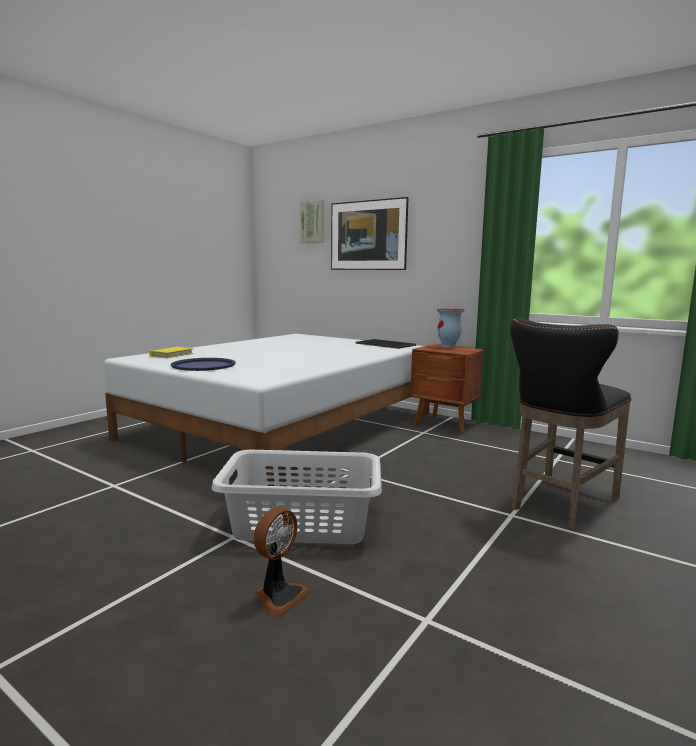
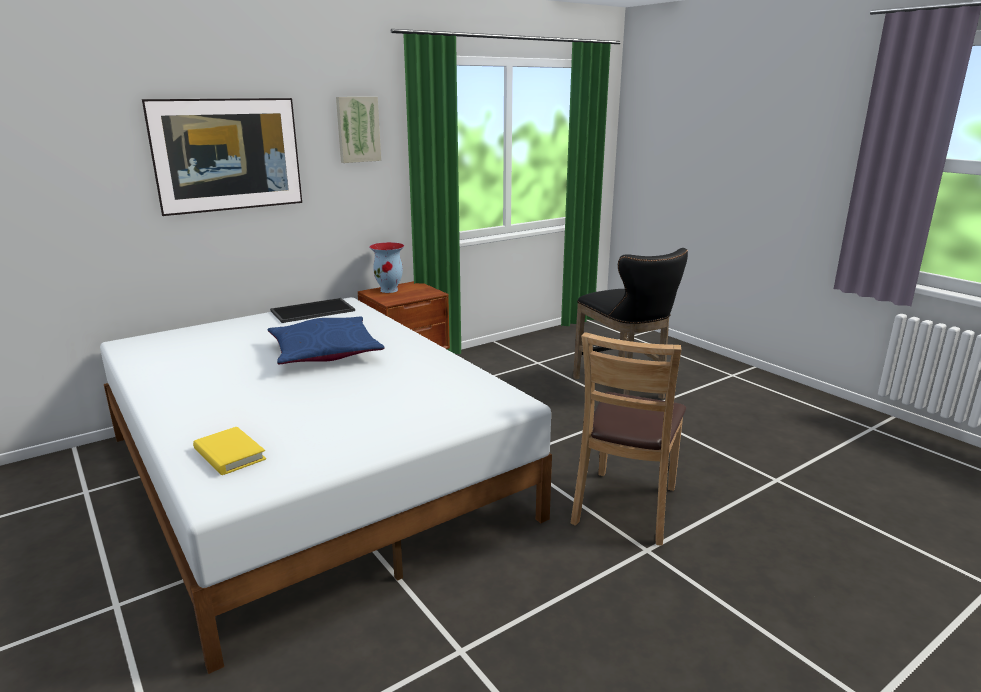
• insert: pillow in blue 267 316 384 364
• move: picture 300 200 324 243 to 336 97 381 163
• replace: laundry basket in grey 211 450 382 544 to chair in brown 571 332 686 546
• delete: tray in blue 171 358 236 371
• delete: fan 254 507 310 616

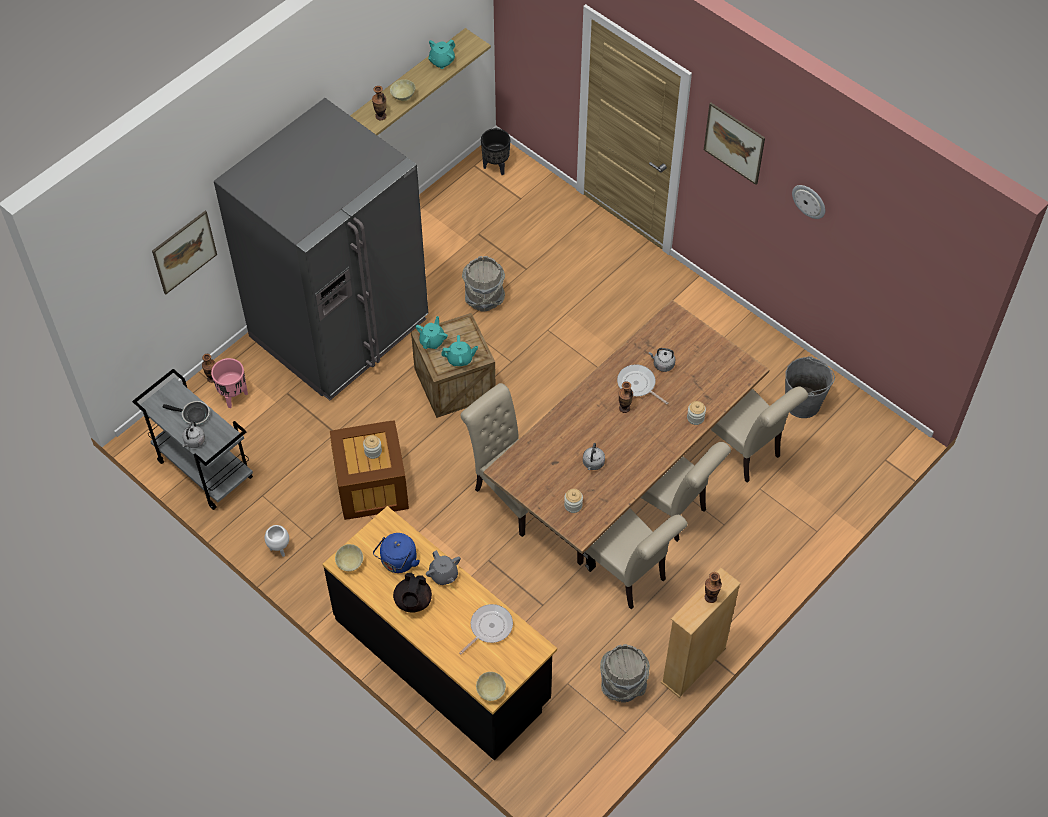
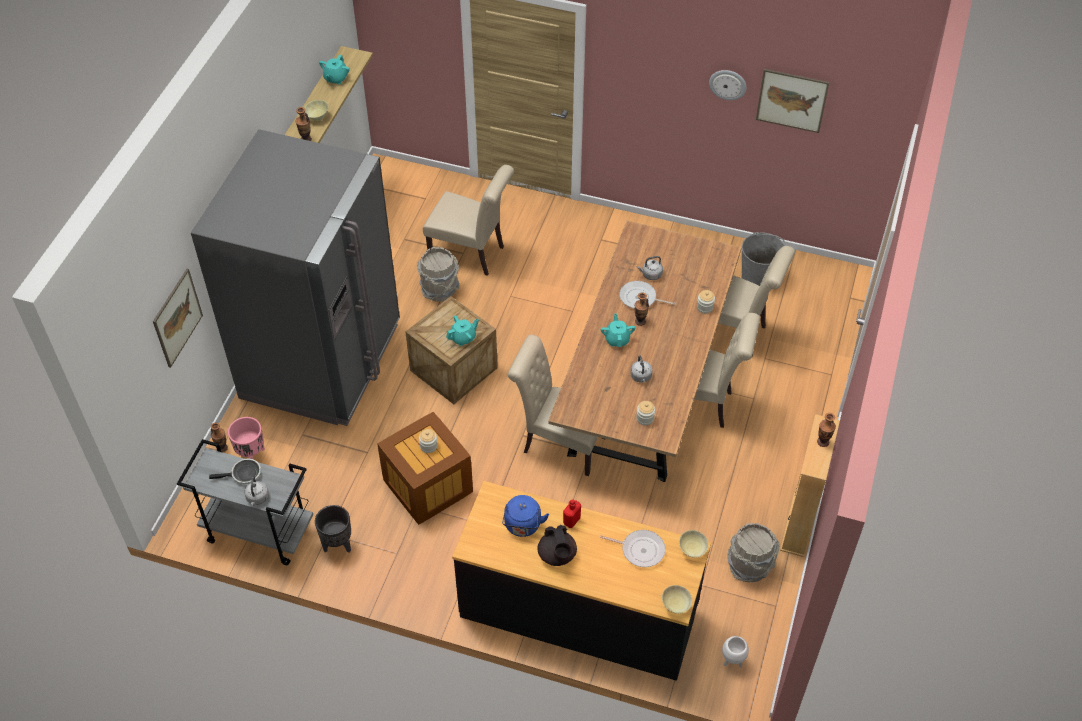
• move: planter in black 481 128 510 175 to 315 505 351 553
• move: chair in beige 577 508 688 609 to 423 165 514 276
• replace: teapot in grey 426 550 461 585 to bottle in red 563 499 581 528
• rotate: frying pan 459 604 513 654 = 600 530 665 567 90 degrees clockwise
• move: teapot in turquoise 416 316 448 349 to 601 313 636 347
• move: bowl in beige 335 544 363 571 to 679 530 708 558
• move: planter in white 265 525 289 557 to 722 636 749 667
• move: picture 704 103 765 185 to 756 69 829 133

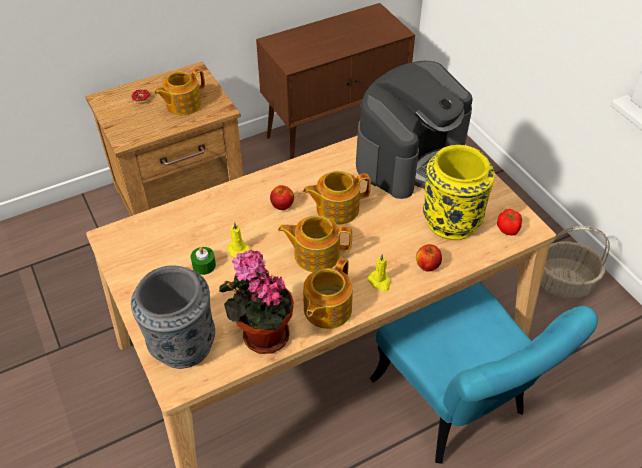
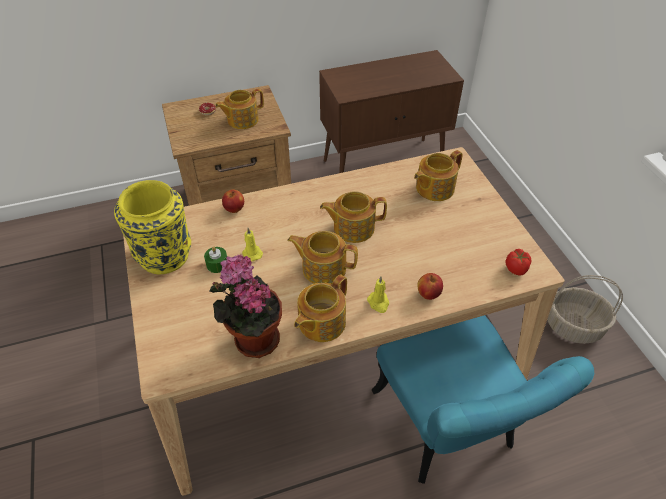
• move: vase in yellow 423 145 495 240 to 114 180 191 275
• move: apple 270 185 294 210 to 222 190 244 213
• replace: coffee machine 356 61 472 199 to teapot 414 150 463 201
• delete: vase in grey 131 265 215 369

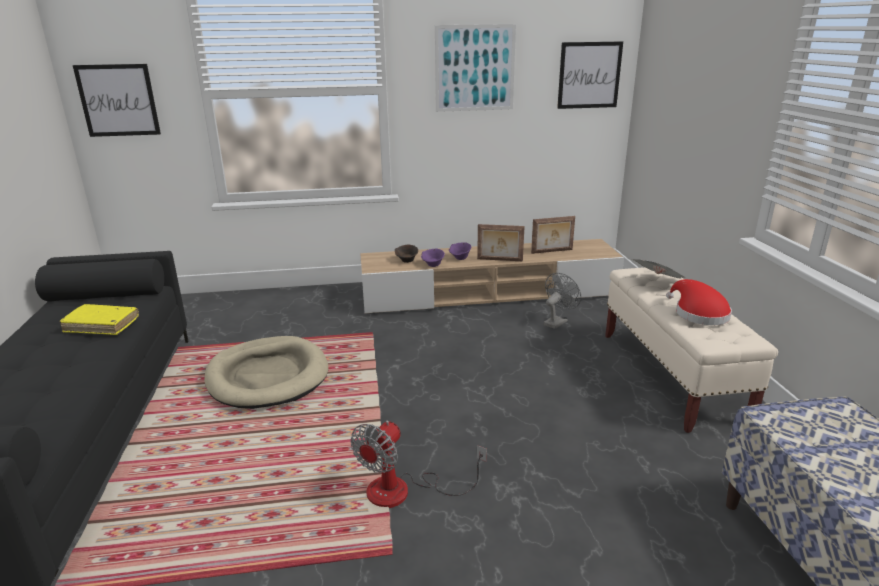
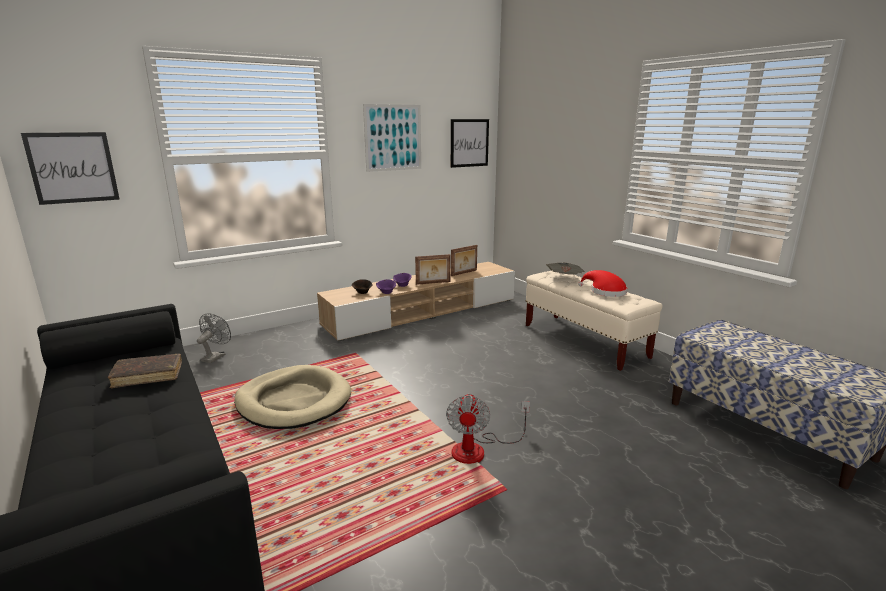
• recolor: book in yellow 59 304 139 335 to book in brown 108 354 182 388
• move: fan in grey 543 273 581 329 to 197 313 231 363

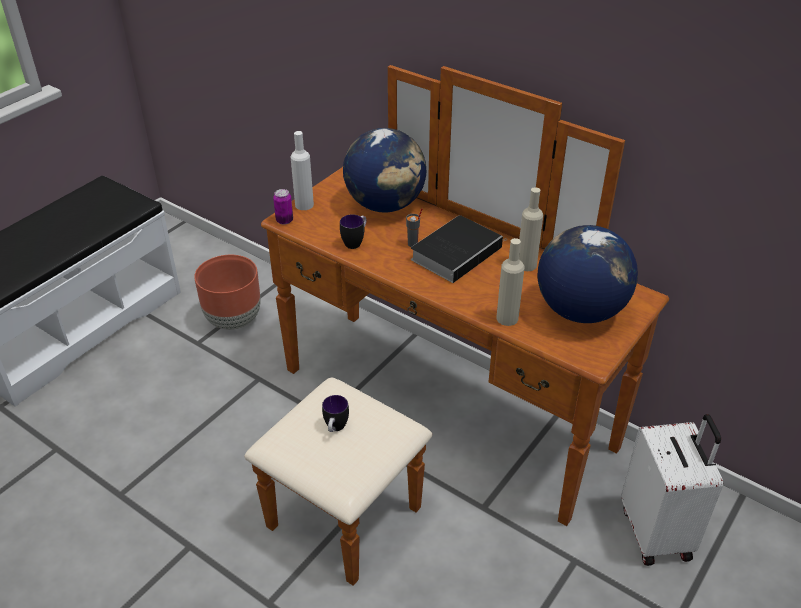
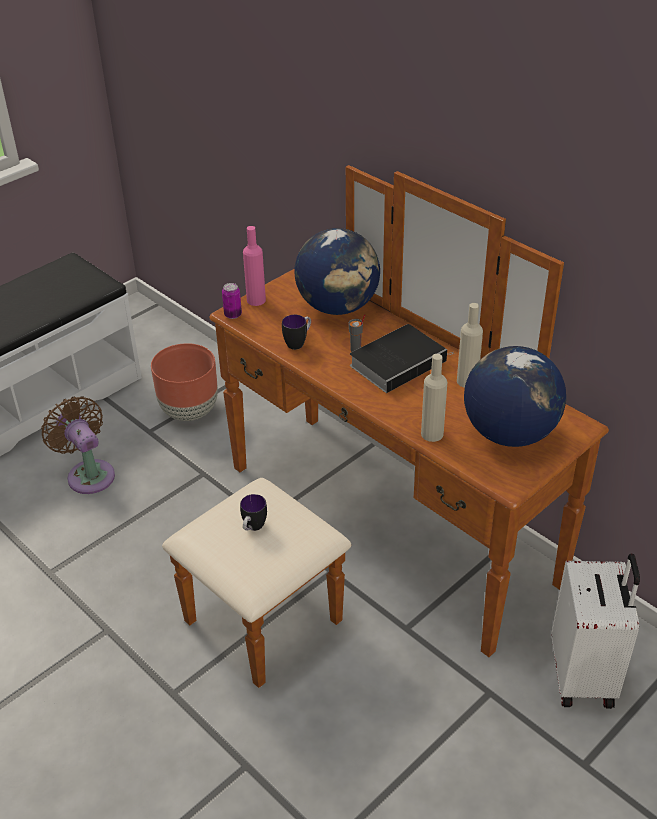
• insert: fan in brown 41 396 115 494
• recolor: bottle in white 291 131 314 210 to bottle in pink 243 226 266 306

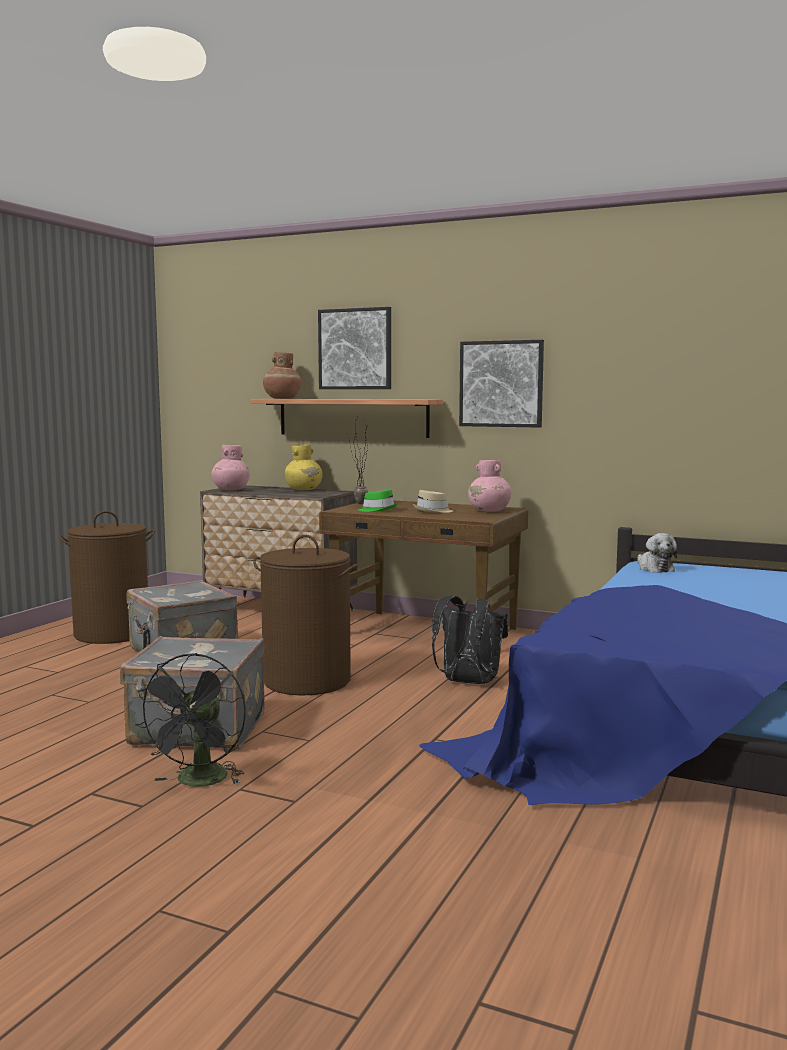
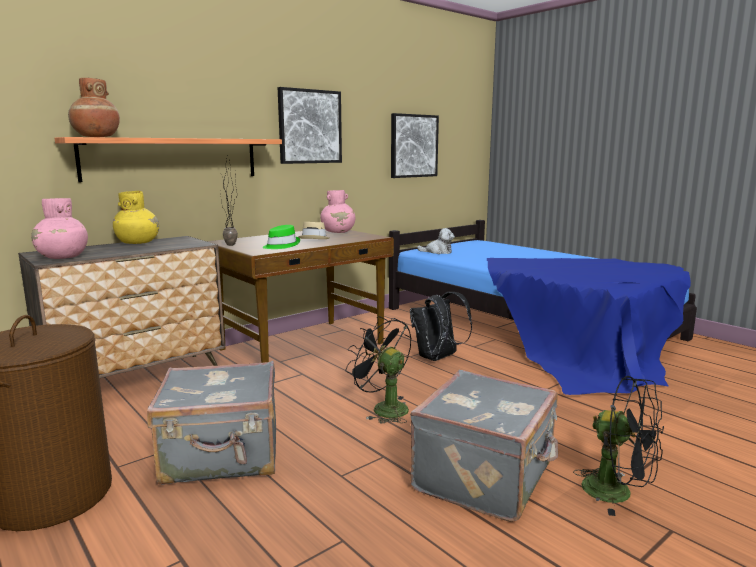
• replace: laundry basket in brown 253 535 358 695 to fan in black 345 316 412 424
• move: picture 318 307 391 389 to 391 113 439 178

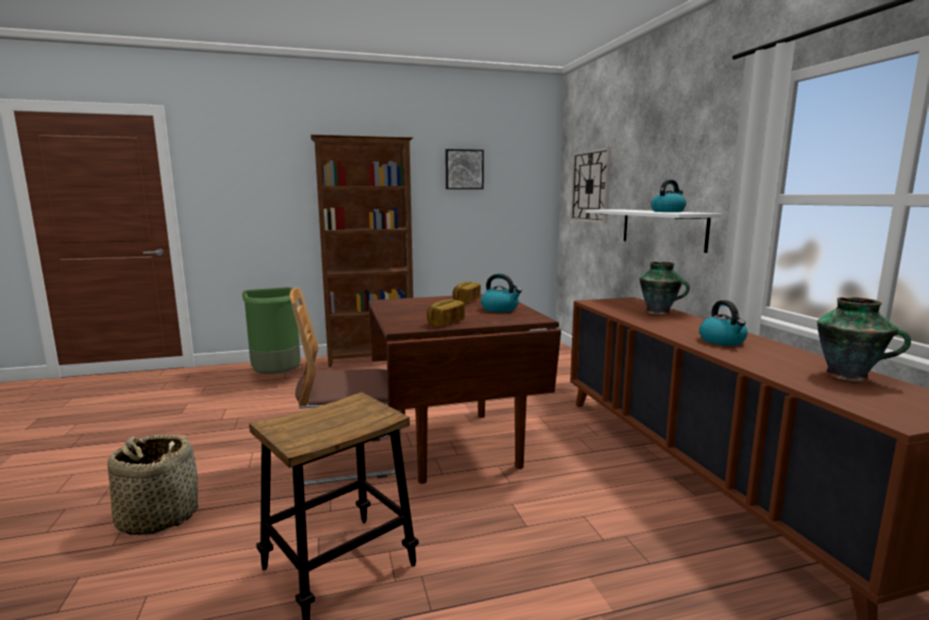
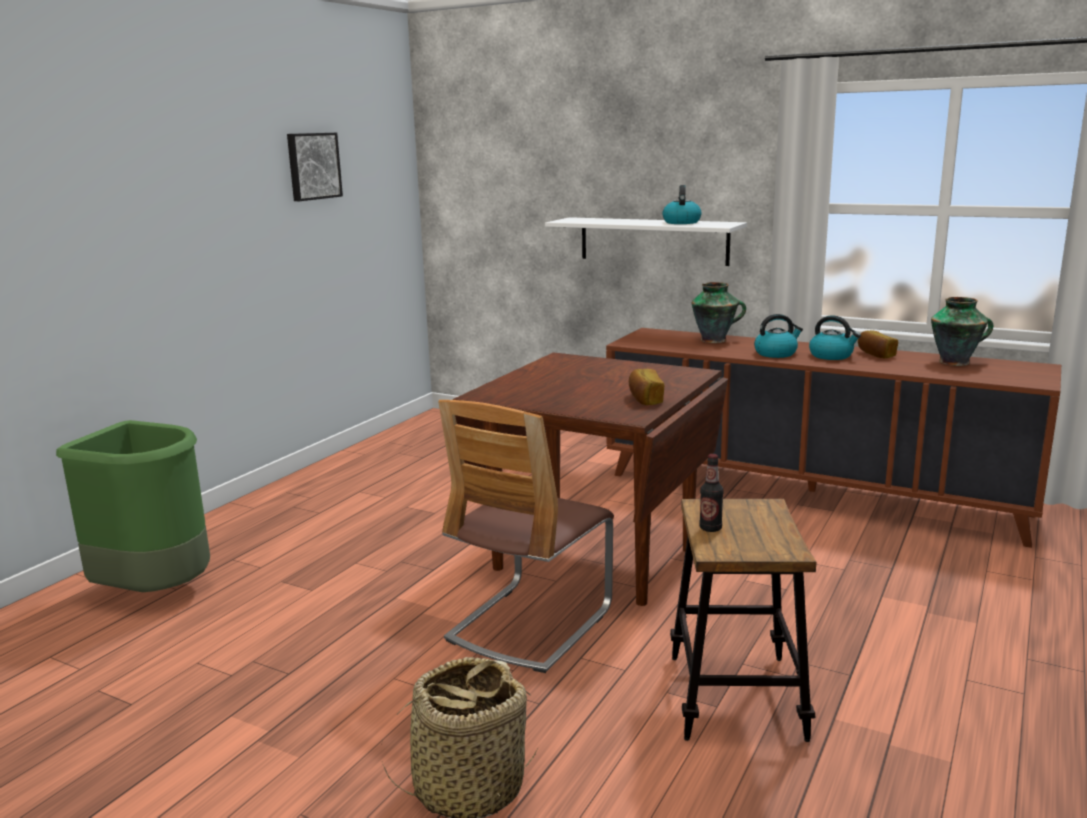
• insert: bottle 699 454 723 532
• move: kettle 481 274 522 312 to 754 314 803 358
• move: bread 453 282 481 303 to 858 330 898 358
• delete: bookcase in brown 311 135 413 367
• delete: wall clock 570 147 611 224

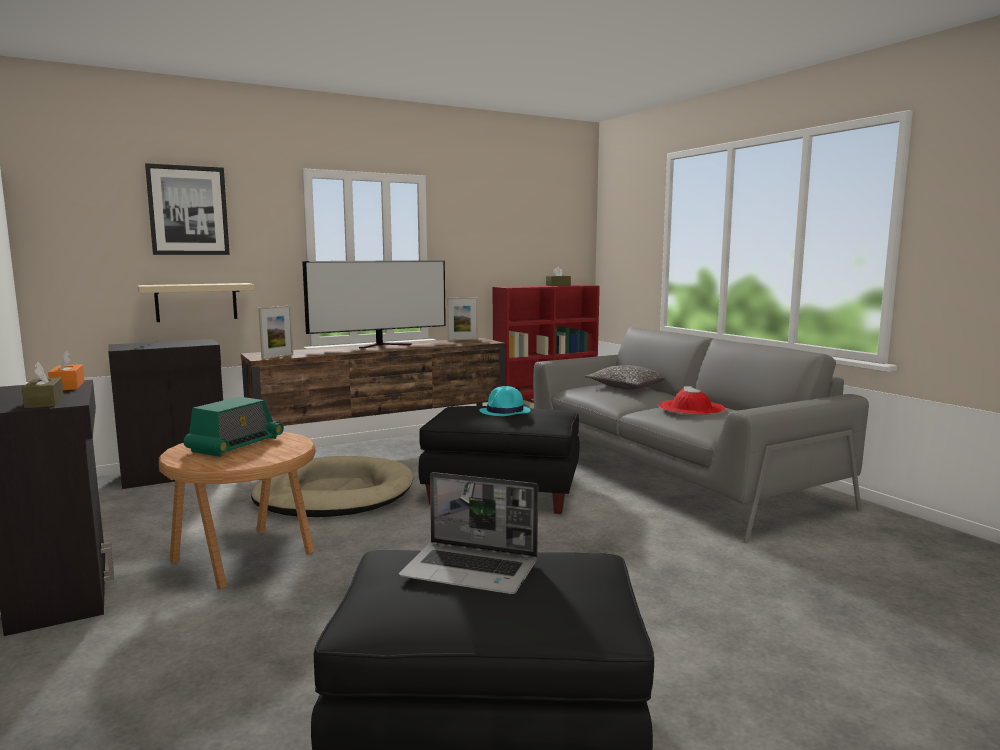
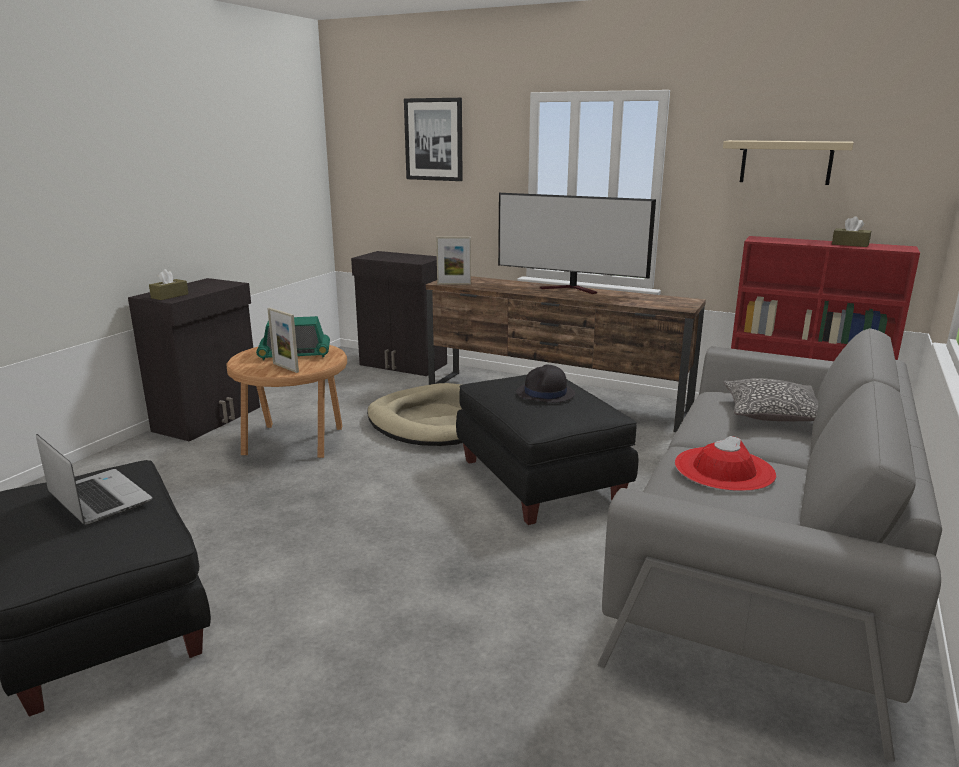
• rotate: laptop 399 472 538 594 = 36 434 152 525 150 degrees clockwise
• move: picture frame 447 298 478 340 to 267 308 299 373
• recolor: hat in turquoise 479 386 531 416 to hat in black 516 365 575 403
• move: shelf in beige 138 283 255 322 to 723 140 853 185
• delete: tissue box in orange 48 350 85 390

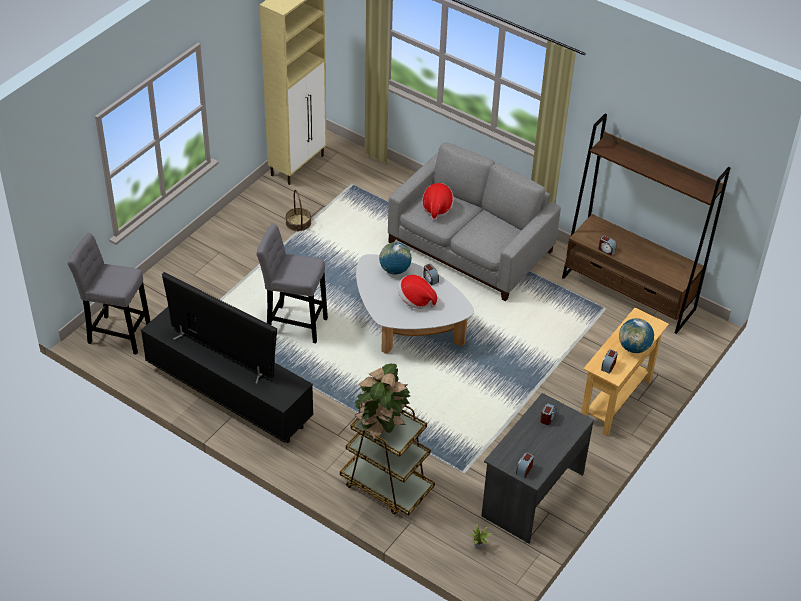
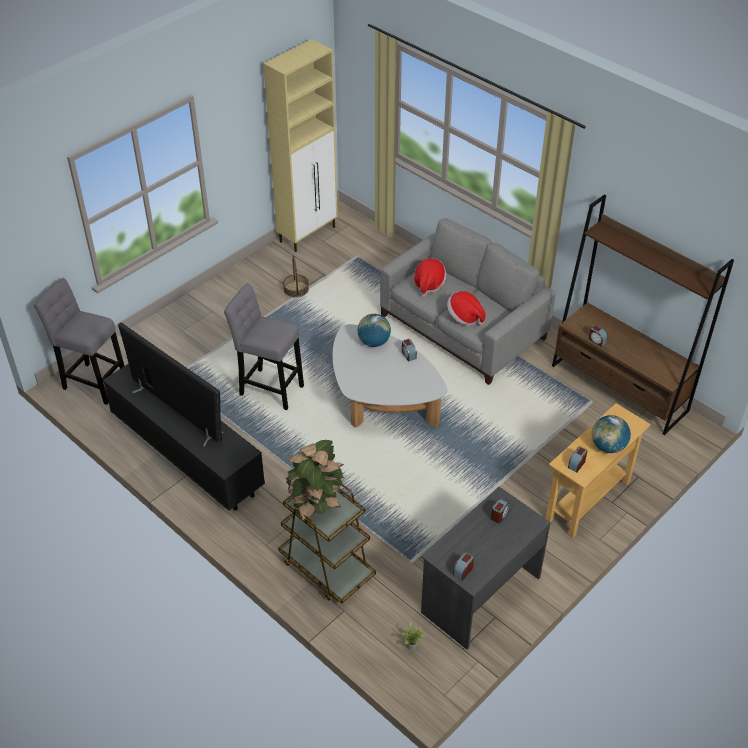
• move: hat 398 275 437 309 to 447 291 485 326

